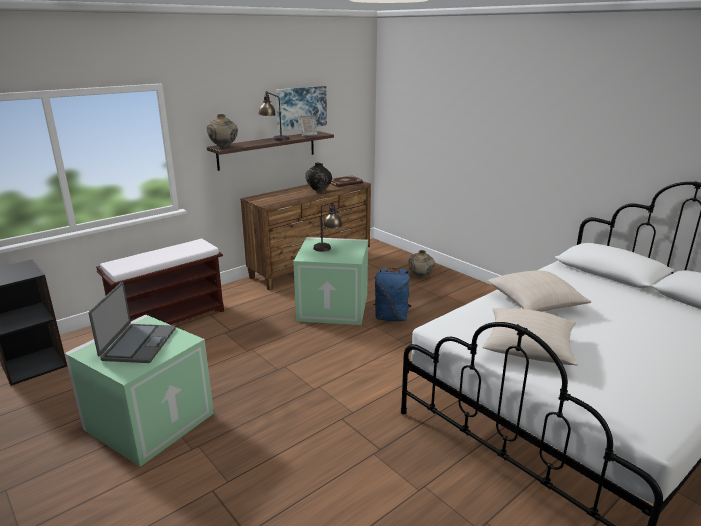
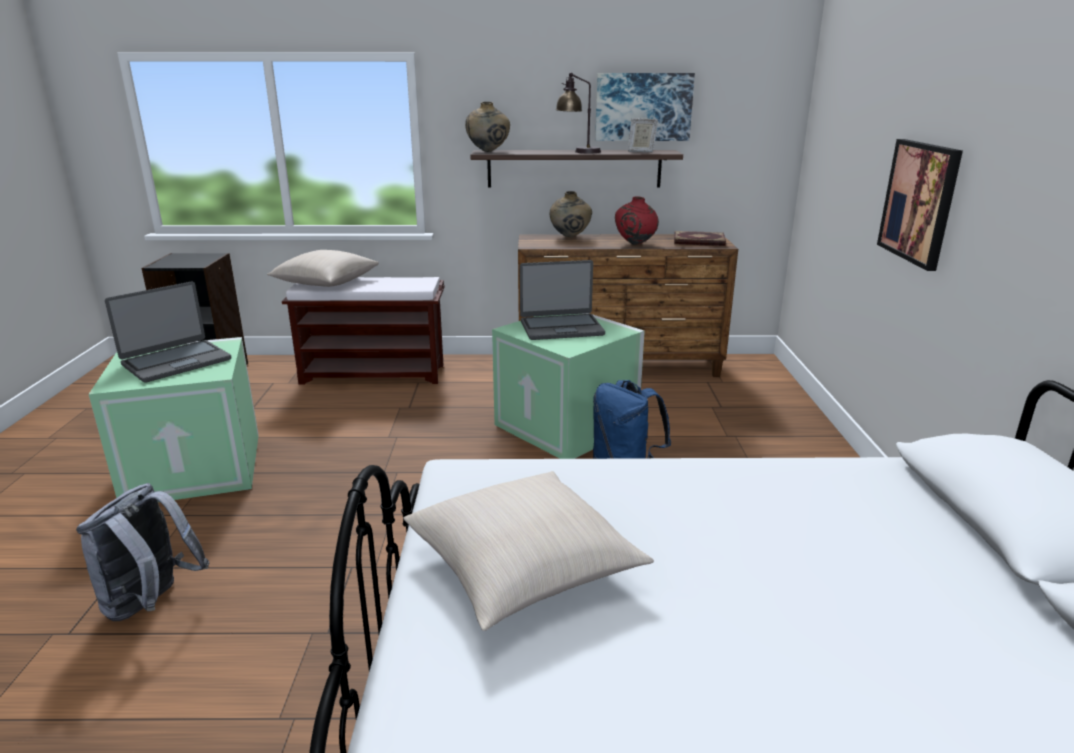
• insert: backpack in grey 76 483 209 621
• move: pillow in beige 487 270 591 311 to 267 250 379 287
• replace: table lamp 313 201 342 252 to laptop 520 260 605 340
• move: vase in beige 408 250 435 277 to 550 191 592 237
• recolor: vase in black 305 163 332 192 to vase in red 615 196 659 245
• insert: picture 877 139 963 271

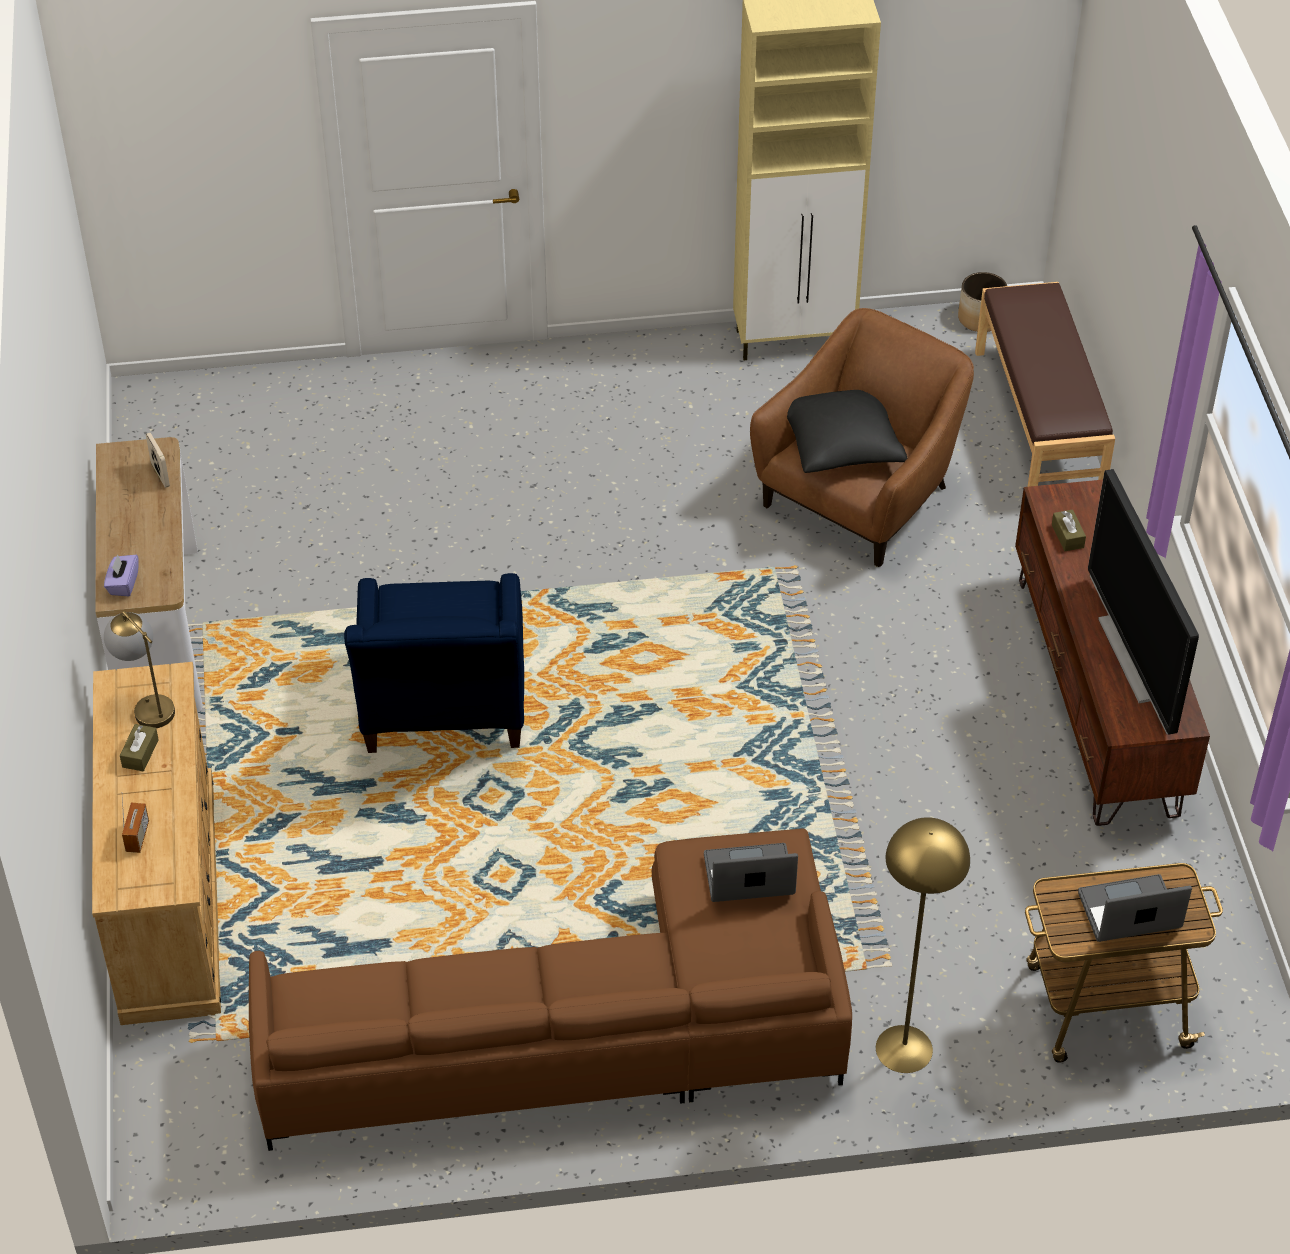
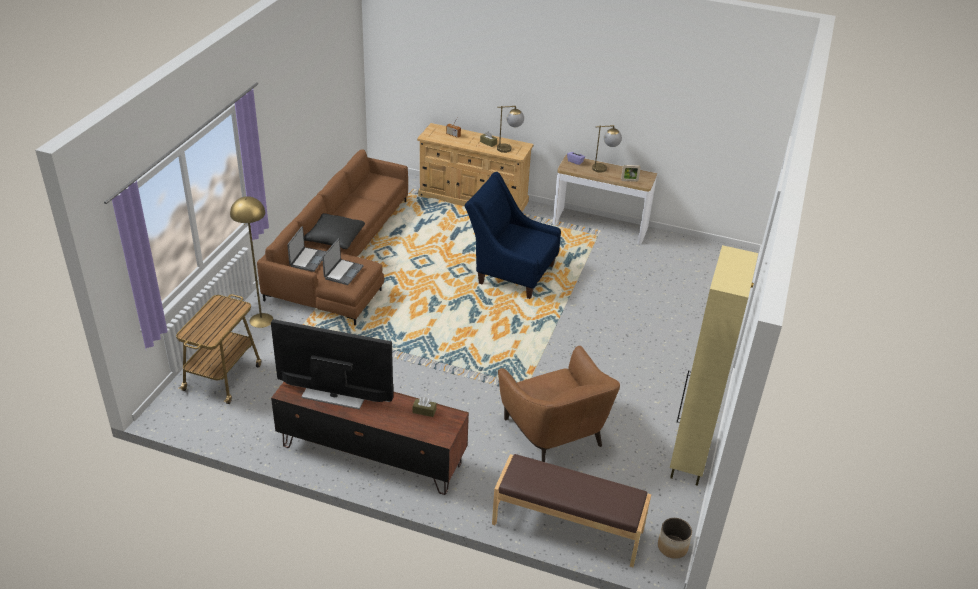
• move: laptop 1078 874 1192 942 to 287 226 327 272
• move: pillow in black 787 390 907 473 to 304 213 365 249
• insert: table lamp 592 125 622 173

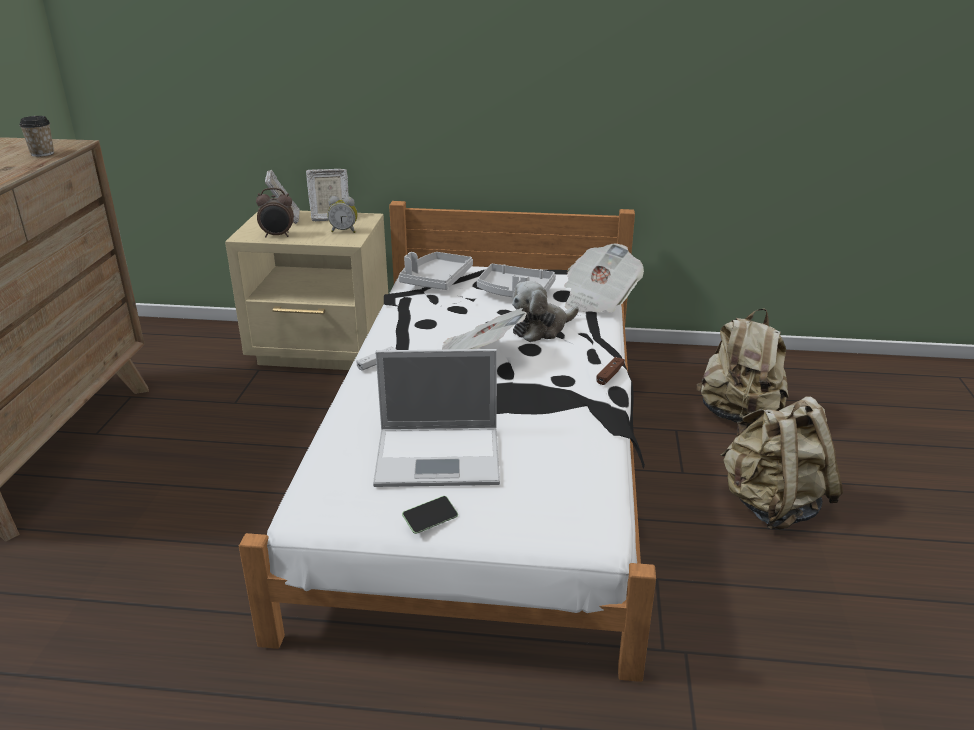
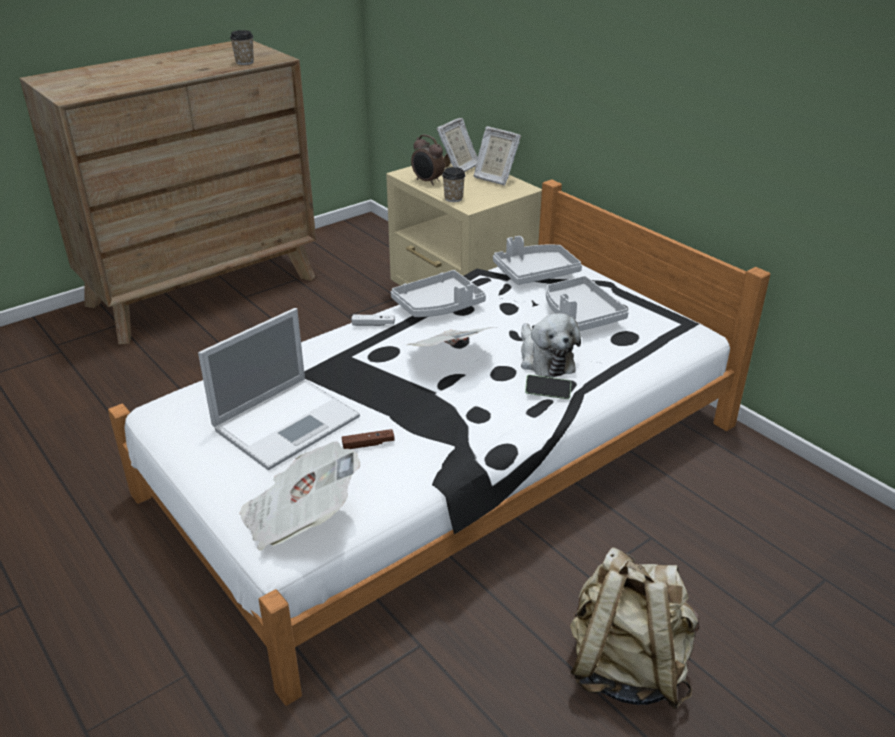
• rotate: laptop 373 349 500 487 = 198 308 360 470 90 degrees counterclockwise
• move: newspaper 564 243 644 313 to 239 441 360 551
• move: game controller in brown 596 357 625 385 to 342 429 395 449
• insert: tray in grey 391 270 486 317
• insert: cup 442 167 466 202
• rotate: plush toy 512 281 579 342 = 521 313 581 378 120 degrees counterclockwise
• move: phone 402 496 458 534 to 525 375 571 399
• delete: alarm clock 327 196 358 233
• delete: backpack in beige 696 309 789 427

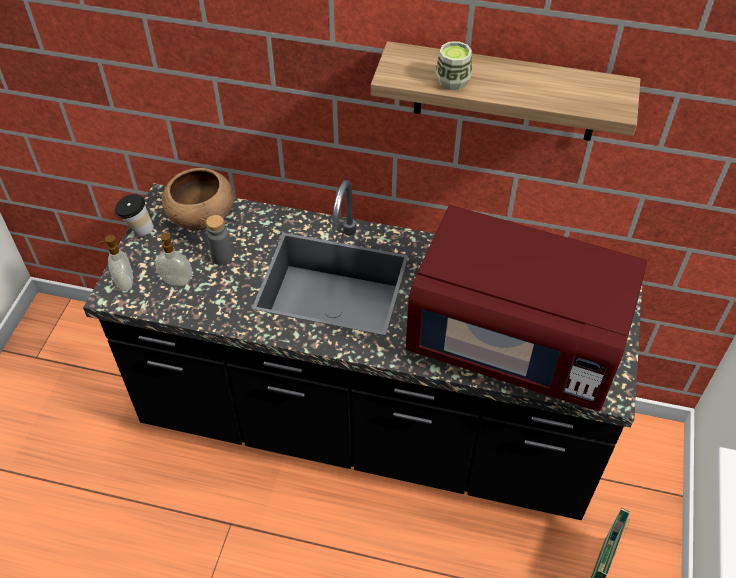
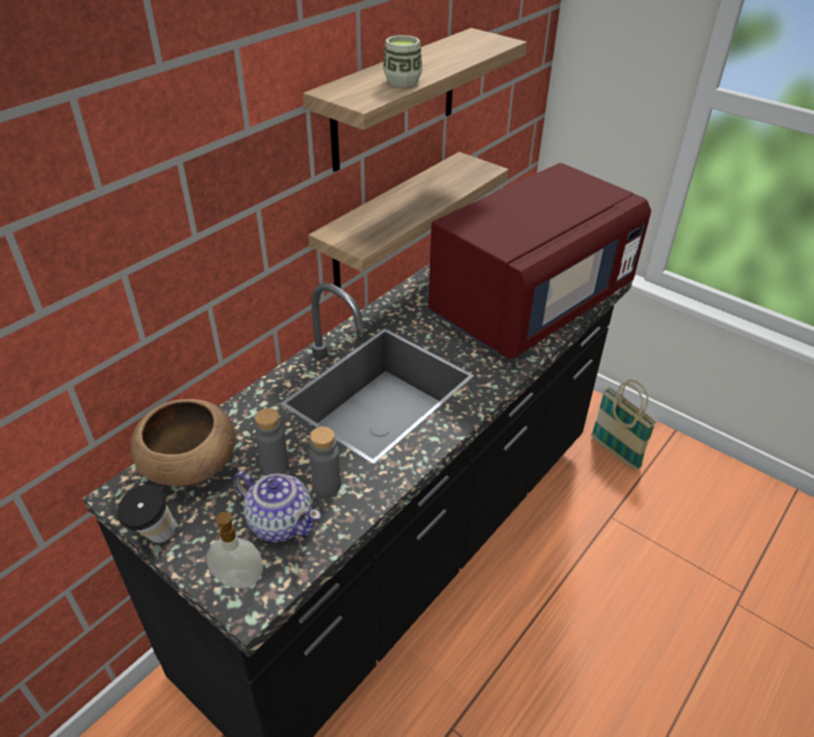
• replace: soap dispenser 155 233 192 286 to teapot 234 471 321 542
• insert: shelf 308 152 509 288
• insert: bottle in grey 309 427 341 497

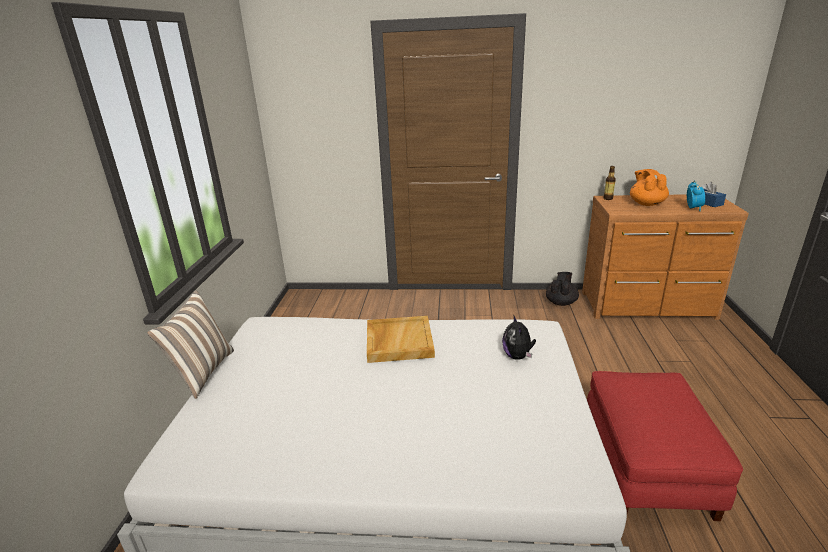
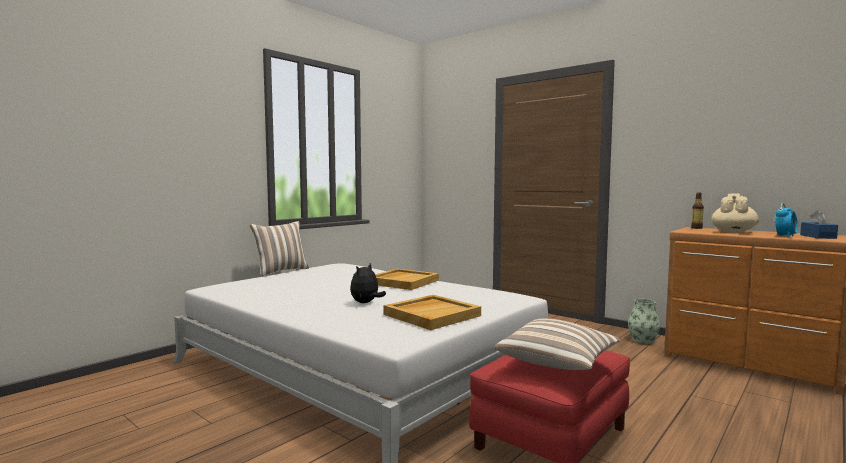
• move: plush toy 502 315 536 360 to 350 263 386 303
• insert: tray in beige 384 295 481 330
• insert: pillow 494 318 620 370
• replace: teapot in black 546 272 579 306 to vase 628 299 660 344
• recolor: teapot in orange 630 169 669 206 to teapot in beige 711 193 759 233

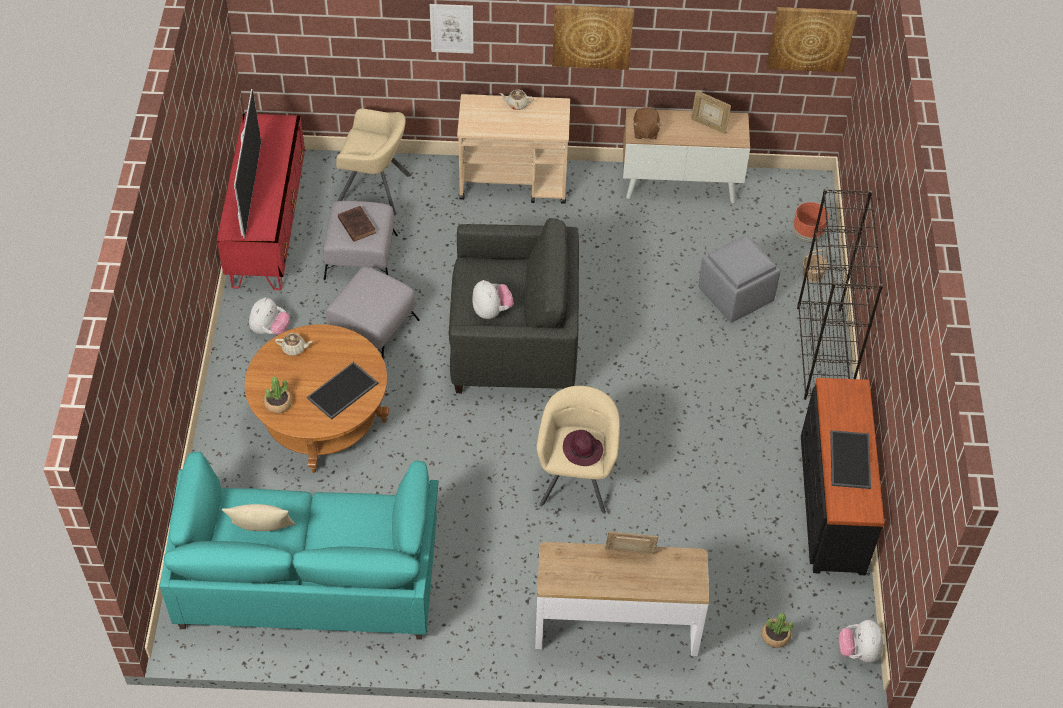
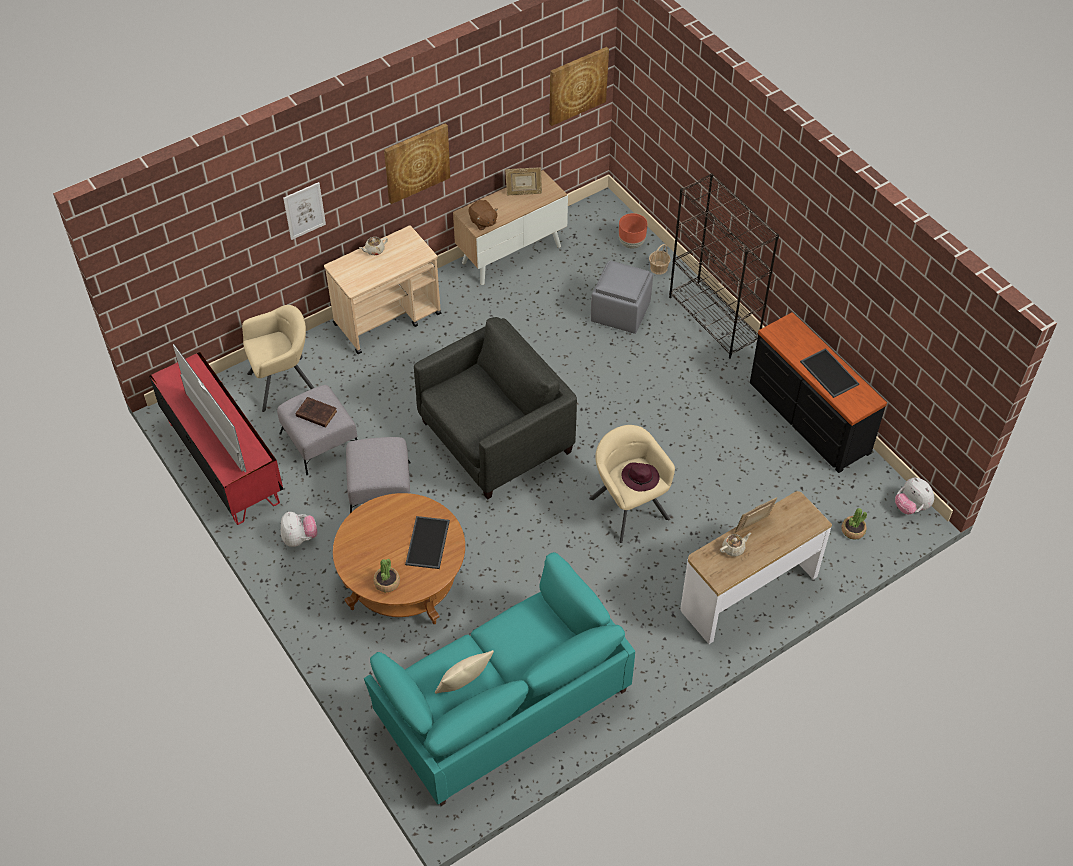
• move: teapot in beige 275 333 313 356 to 720 533 751 556
• delete: plush toy 473 280 514 319

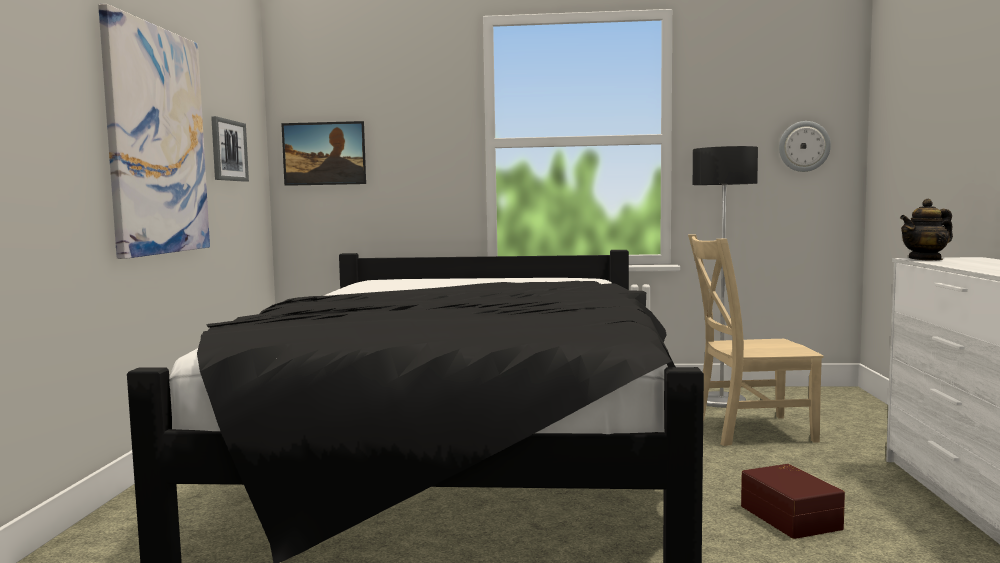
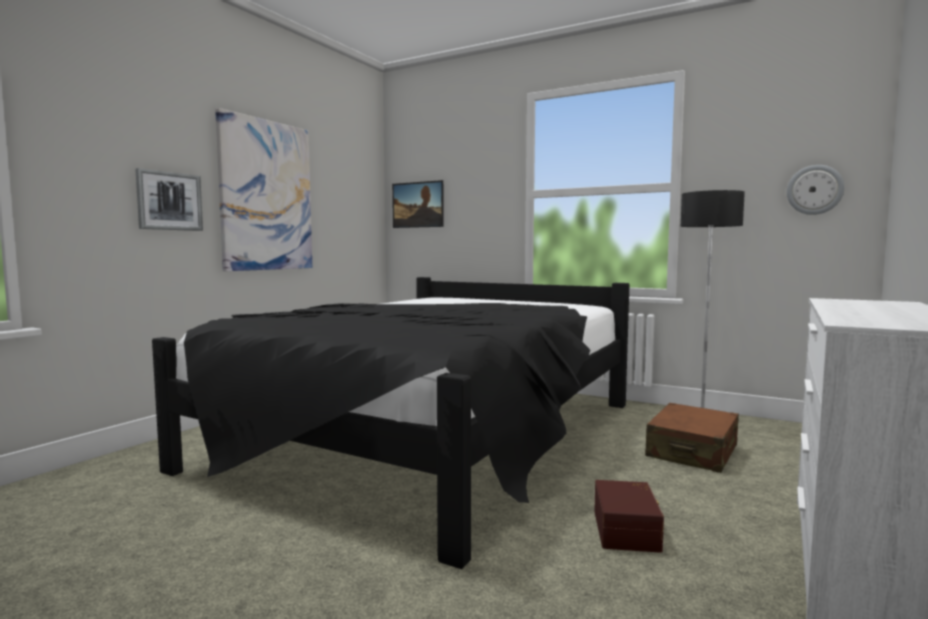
• move: picture 211 116 249 182 to 135 168 203 231
• replace: chair in beige 688 234 824 446 to suitcase in brown 645 403 739 473
• delete: teapot 900 199 953 261

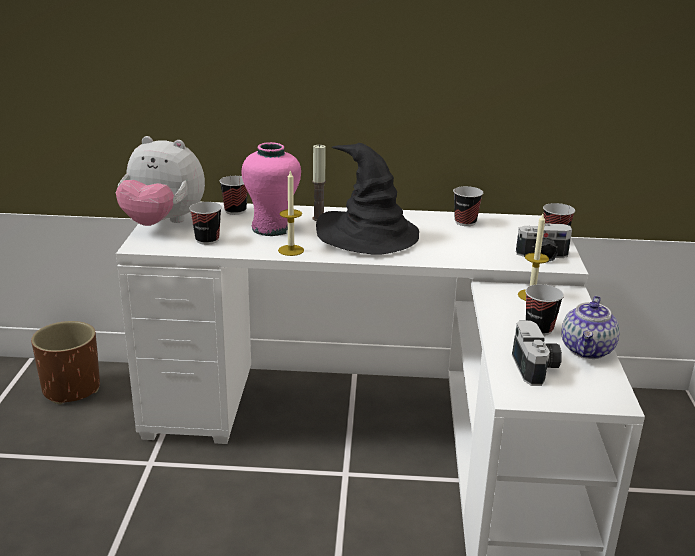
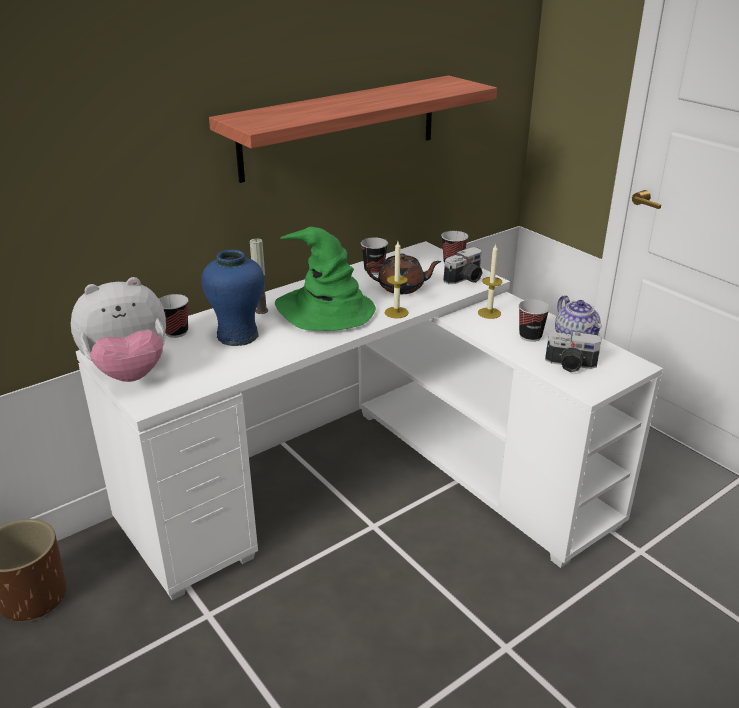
• recolor: vase in pink 242 142 301 236 to vase in blue 201 250 264 346
• insert: shelf 209 75 497 183
• recolor: hat in black 316 143 419 254 to hat in green 275 227 376 331
• insert: teapot in brown 367 254 442 294
• move: candle 278 170 304 256 to 385 241 409 318
• rotate: photo camera 512 320 562 386 = 545 332 601 372 150 degrees clockwise
• delete: cup 189 202 222 245

